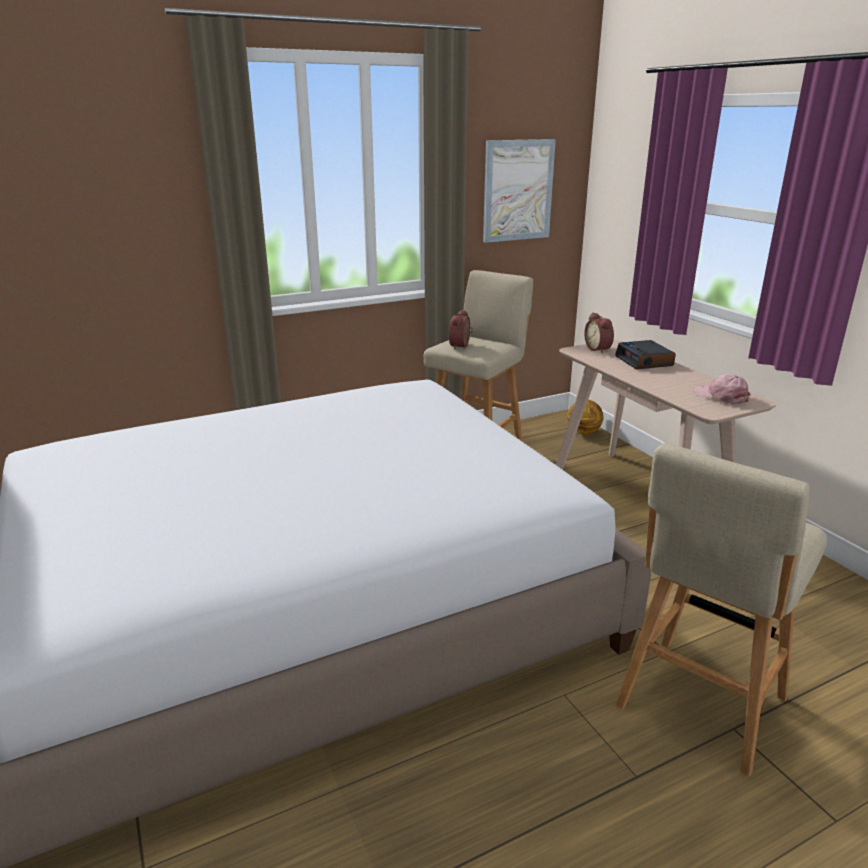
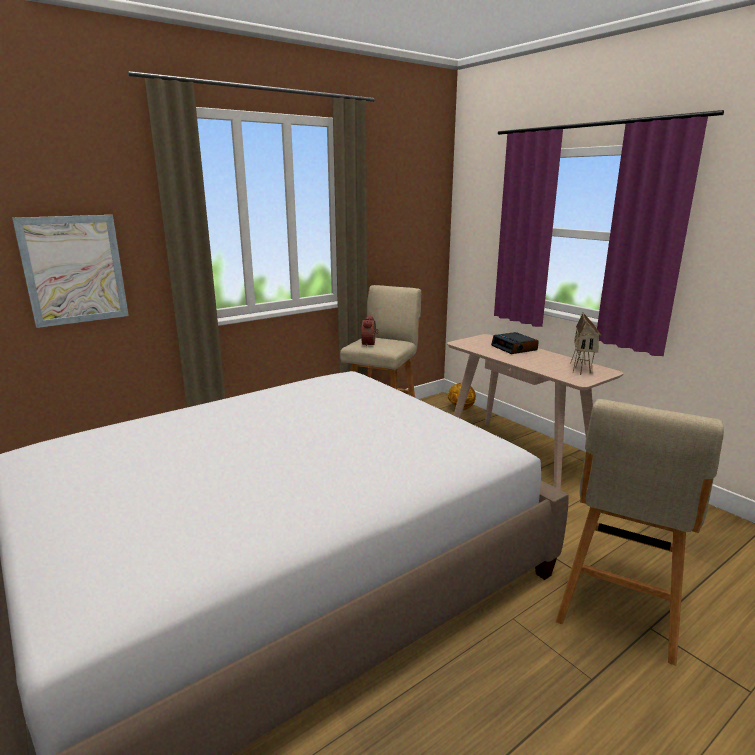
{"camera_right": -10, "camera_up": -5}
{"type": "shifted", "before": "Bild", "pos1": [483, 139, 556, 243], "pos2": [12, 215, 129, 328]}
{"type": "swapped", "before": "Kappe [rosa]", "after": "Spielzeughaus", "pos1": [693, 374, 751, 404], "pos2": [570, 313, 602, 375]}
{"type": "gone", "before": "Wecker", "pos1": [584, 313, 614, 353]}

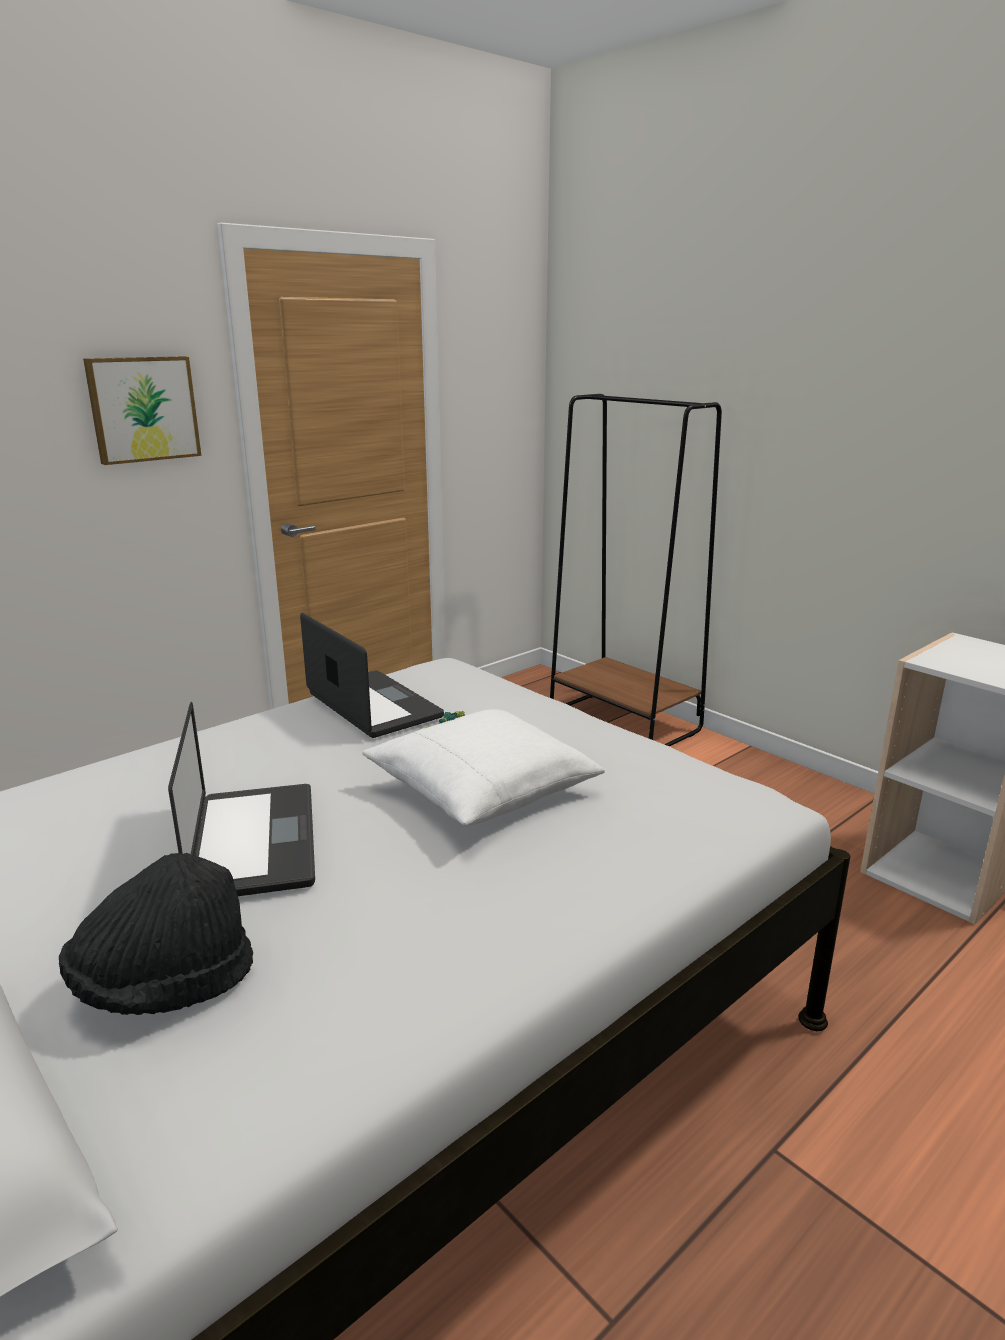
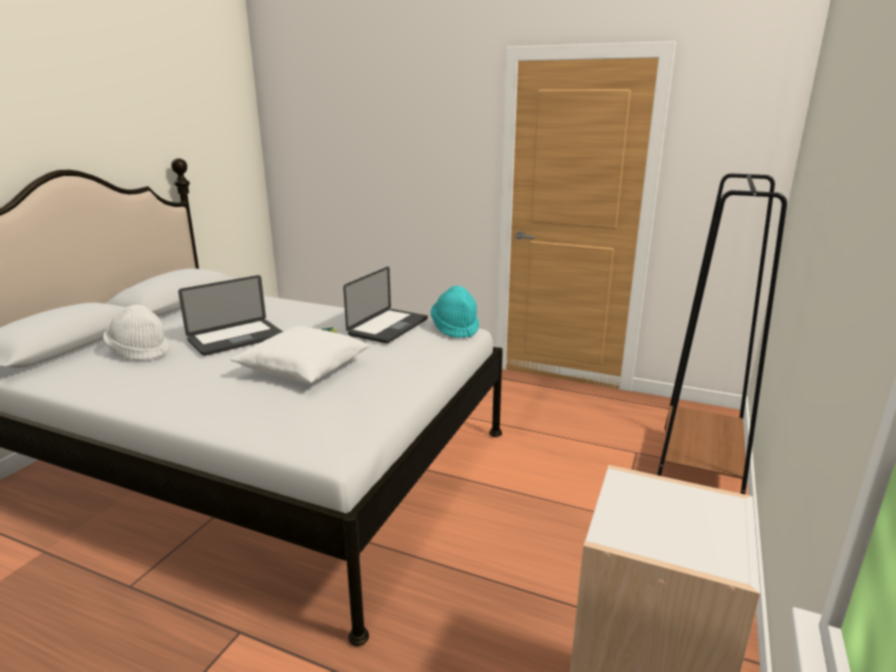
{"camera_right": 65, "camera_up": 0}
{"type": "repainted", "before": "Hut [schwarz]", "after": "Hut [weiß]", "pos1": [59, 853, 253, 1015], "pos2": [103, 305, 170, 361]}
{"type": "new", "after": "Hut [türkis]", "pos2": [430, 286, 479, 338]}
{"type": "gone", "before": "Bild", "pos1": [83, 356, 201, 465]}

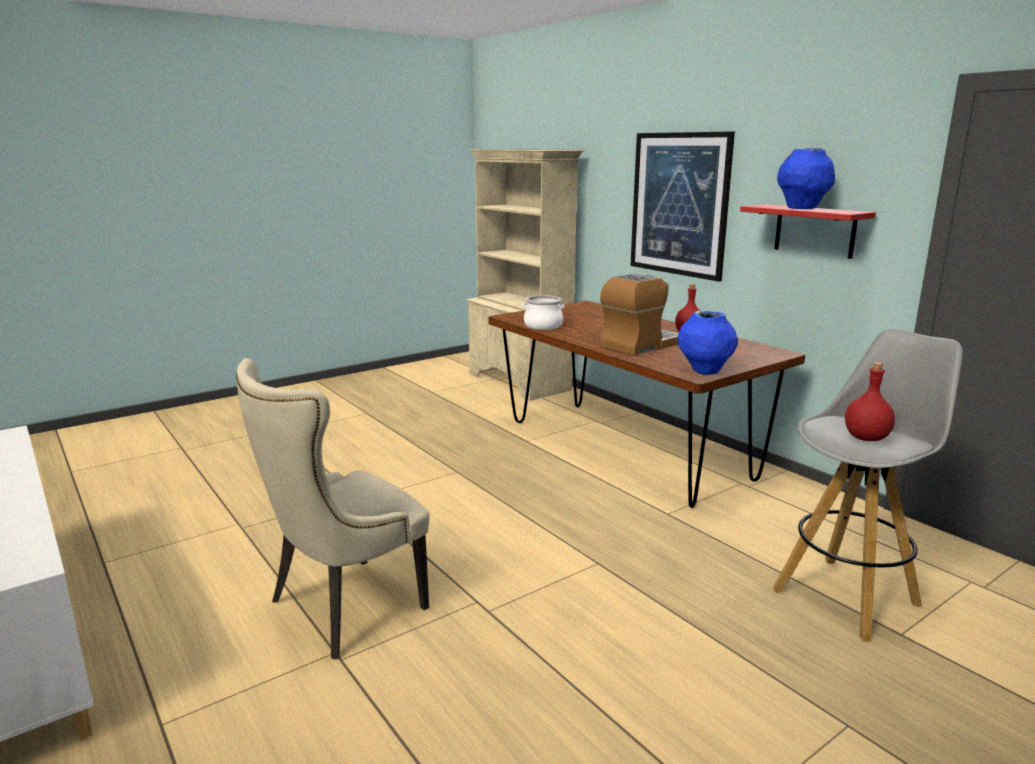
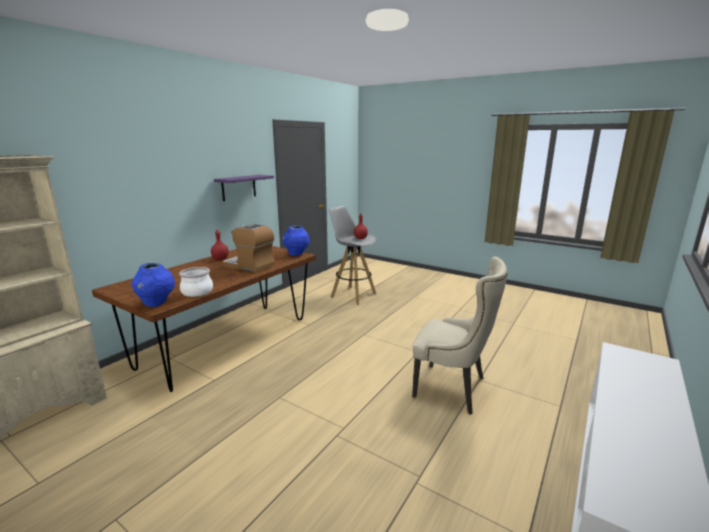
{"camera_right": -110, "camera_up": 0}
{"type": "shifted", "before": "Vase [blau]", "pos1": [777, 148, 835, 209], "pos2": [132, 263, 175, 307]}
{"type": "repainted", "before": "Wandregal [rot]", "after": "Wandregal [lila]", "pos1": [740, 204, 876, 259], "pos2": [214, 175, 274, 201]}
{"type": "gone", "before": "Bild", "pos1": [630, 131, 735, 282]}

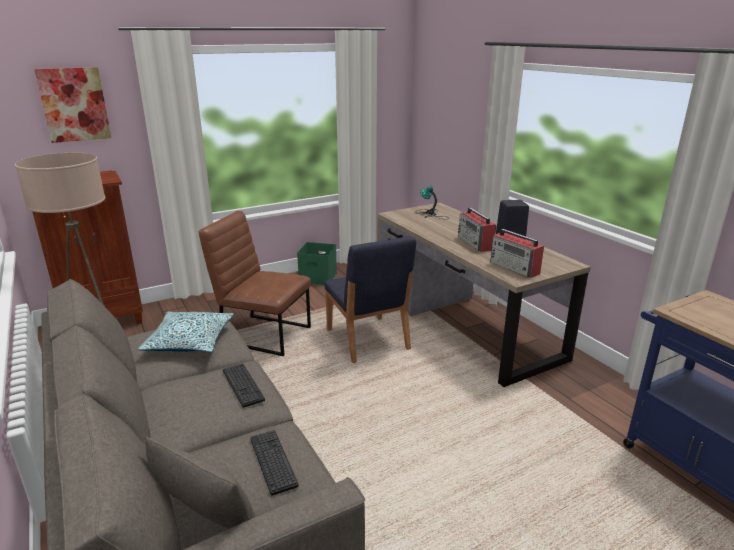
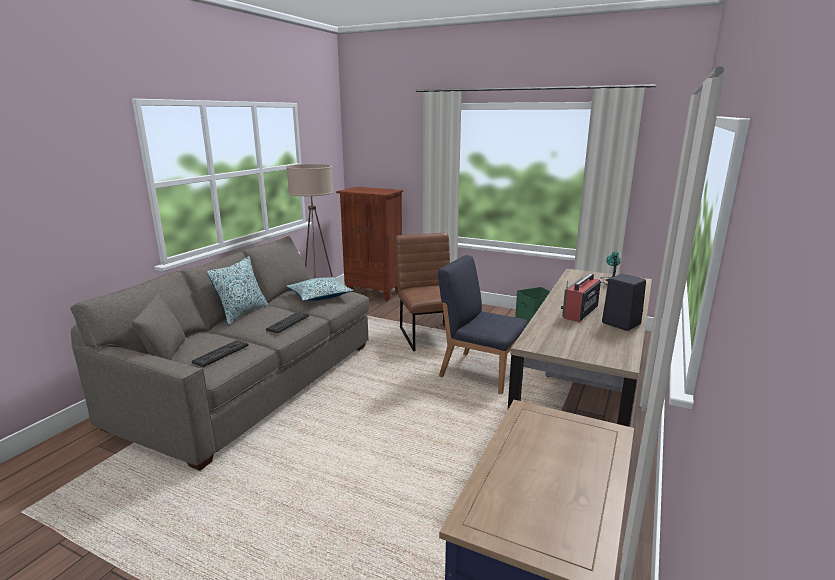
{"camera_right": 55, "camera_up": -5}
{"type": "new", "after": "Kissen", "pos2": [207, 256, 268, 325]}
{"type": "rotated", "before": "Stuhl [blau]", "pos1": [325, 236, 416, 363], "pos2": [438, 255, 528, 394], "turn": 90}
{"type": "gone", "before": "Bild", "pos1": [34, 67, 111, 143]}
{"type": "gone", "before": "Radio", "pos1": [490, 229, 544, 278]}

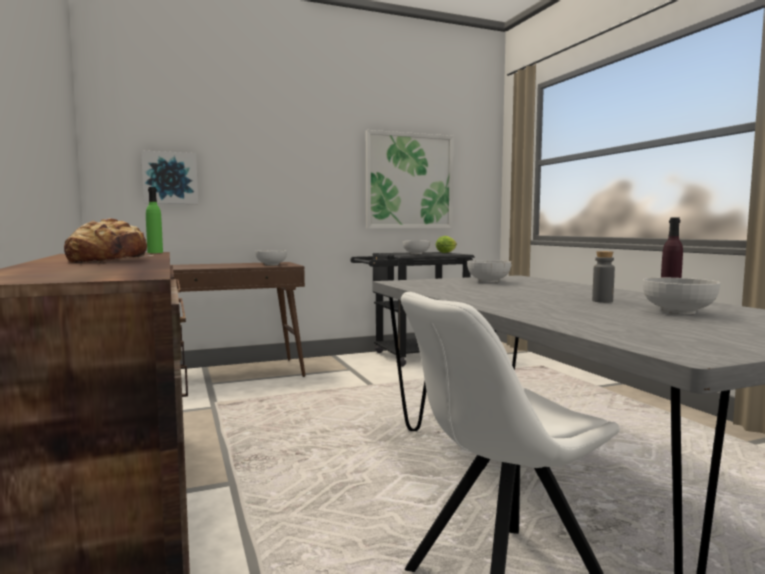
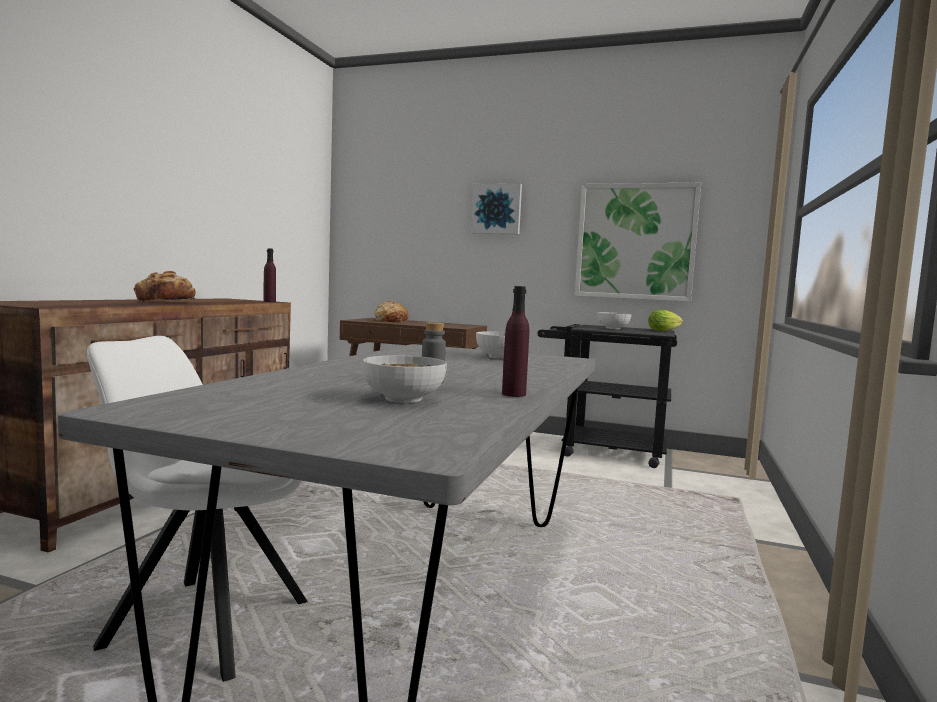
{"camera_right": 40, "camera_up": 0}
{"type": "repainted", "before": "Flasche [grün]", "after": "Flasche [lila]", "pos1": [146, 187, 163, 253], "pos2": [264, 248, 276, 302]}
{"type": "new", "after": "Brot", "pos2": [375, 300, 409, 322]}
{"type": "shifted", "before": "Bild", "pos1": [141, 150, 198, 204], "pos2": [471, 183, 522, 234]}
{"type": "gone", "before": "Schüssel", "pos1": [255, 250, 287, 266]}

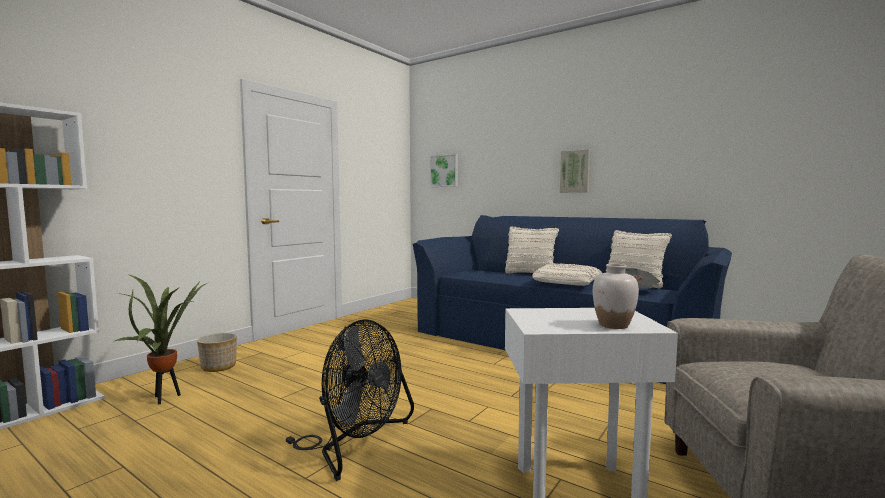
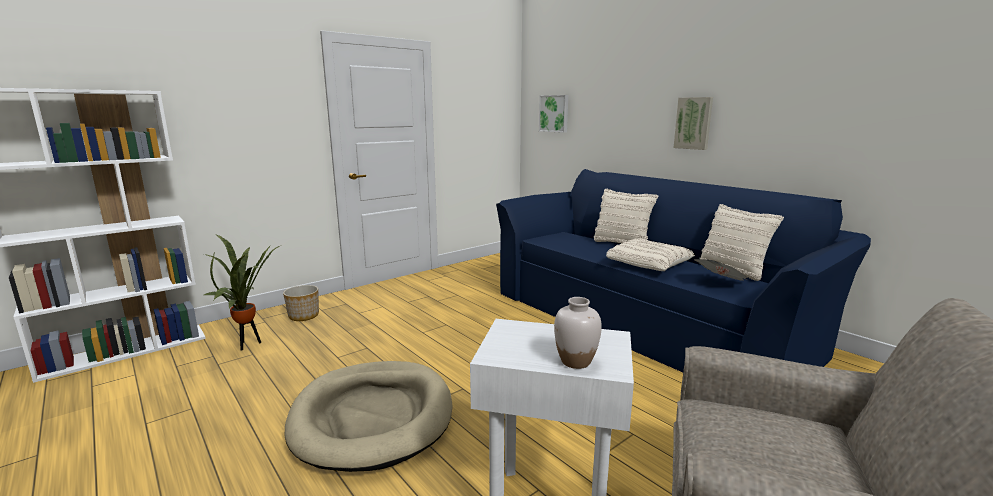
{"camera_right": 15, "camera_up": 10}
{"type": "swapped", "before": "Ventilator [schwarz]", "after": "Hundebett [beige]", "pos1": [286, 320, 414, 481], "pos2": [285, 361, 453, 472]}

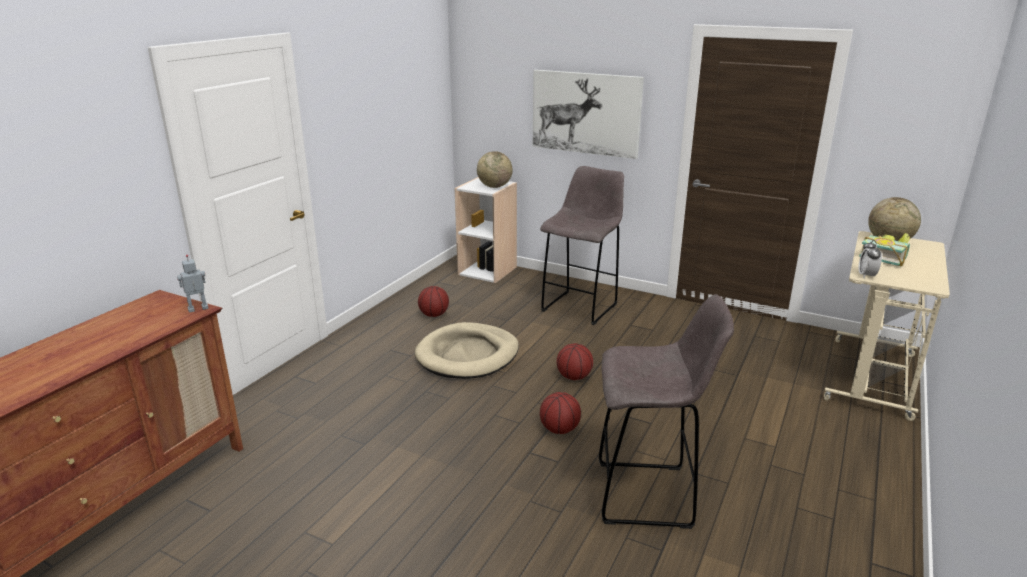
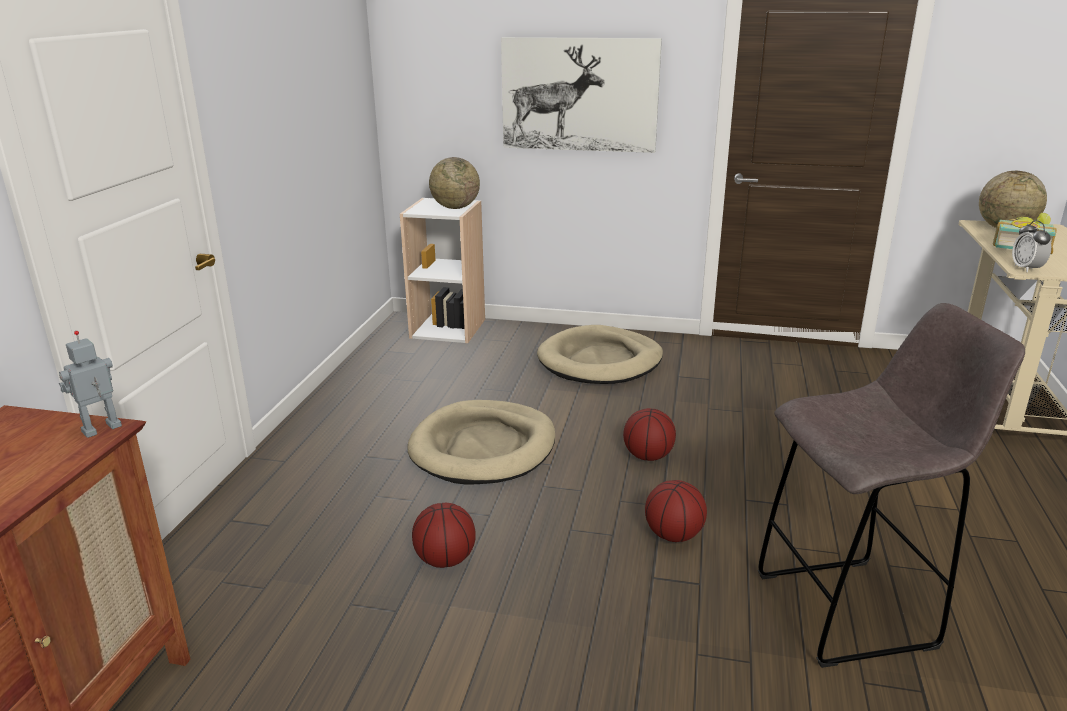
{"camera_right": -15, "camera_up": 0}
{"type": "shifted", "before": "Basketball", "pos1": [418, 286, 449, 317], "pos2": [412, 503, 476, 568]}
{"type": "swapped", "before": "Hocker [grau]", "after": "Hundebett [beige]", "pos1": [540, 166, 624, 325], "pos2": [537, 325, 663, 384]}

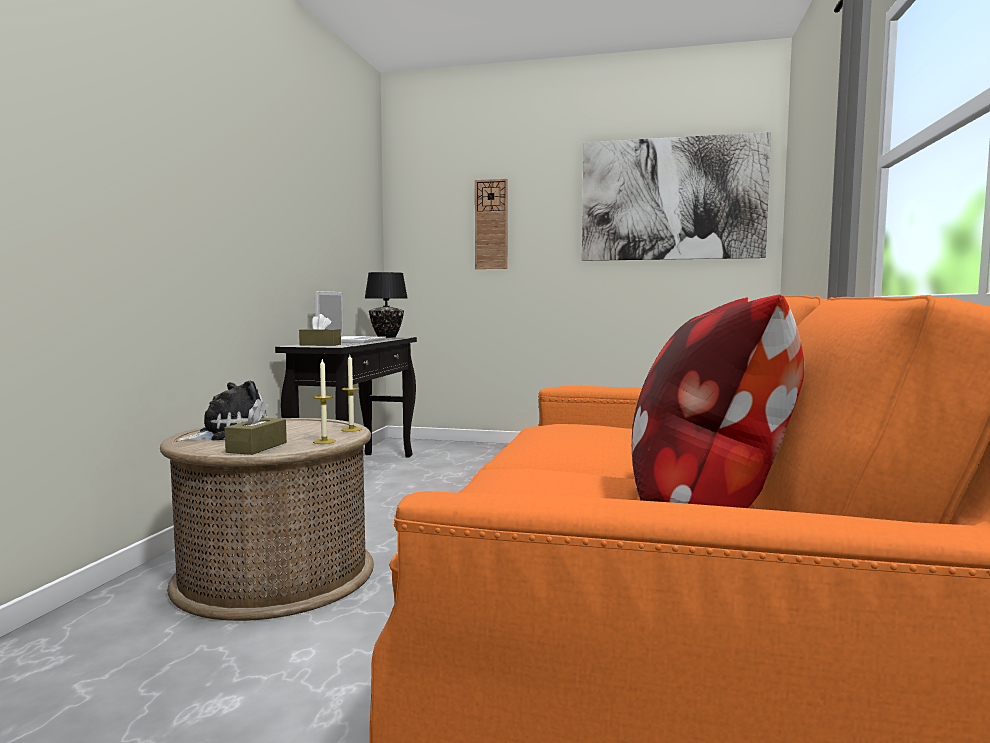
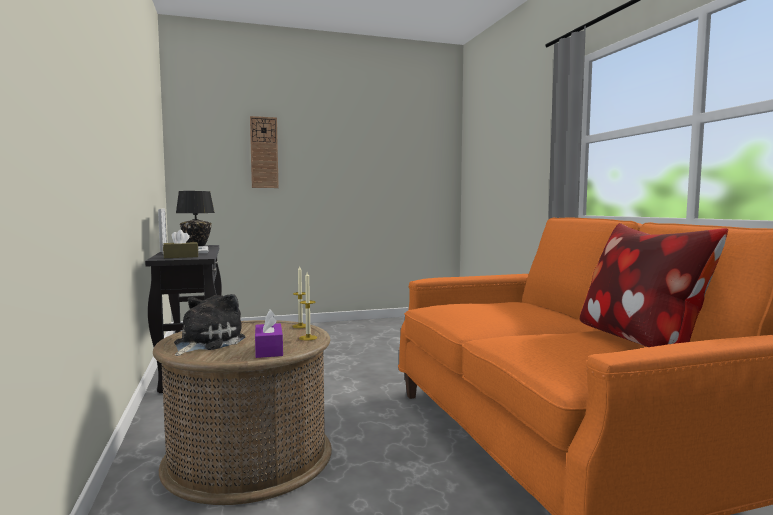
{"camera_right": -30, "camera_up": 0}
{"type": "repainted", "before": "Taschentuchbox [braun]", "after": "Taschentuchbox [lila]", "pos1": [225, 399, 287, 455], "pos2": [255, 309, 283, 358]}
{"type": "gone", "before": "Bild", "pos1": [582, 132, 771, 261]}

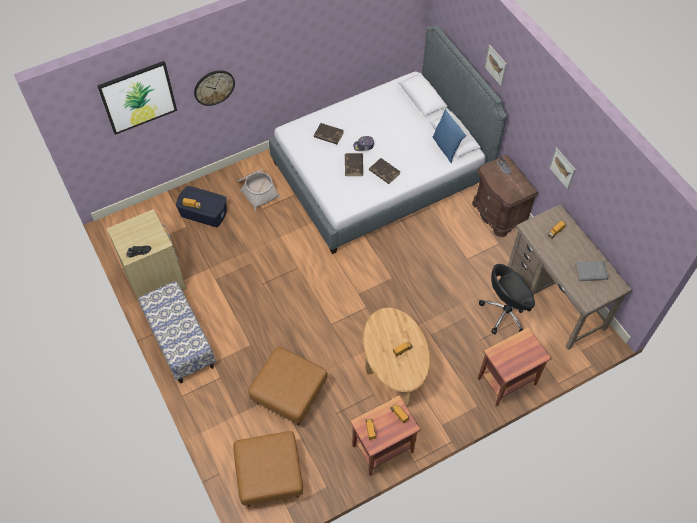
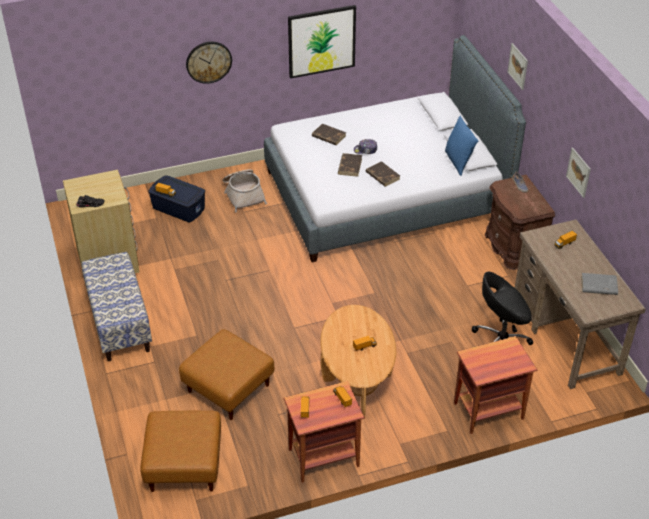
{"camera_right": 10, "camera_up": -15}
{"type": "shifted", "before": "Bild", "pos1": [97, 61, 177, 135], "pos2": [288, 5, 356, 79]}

